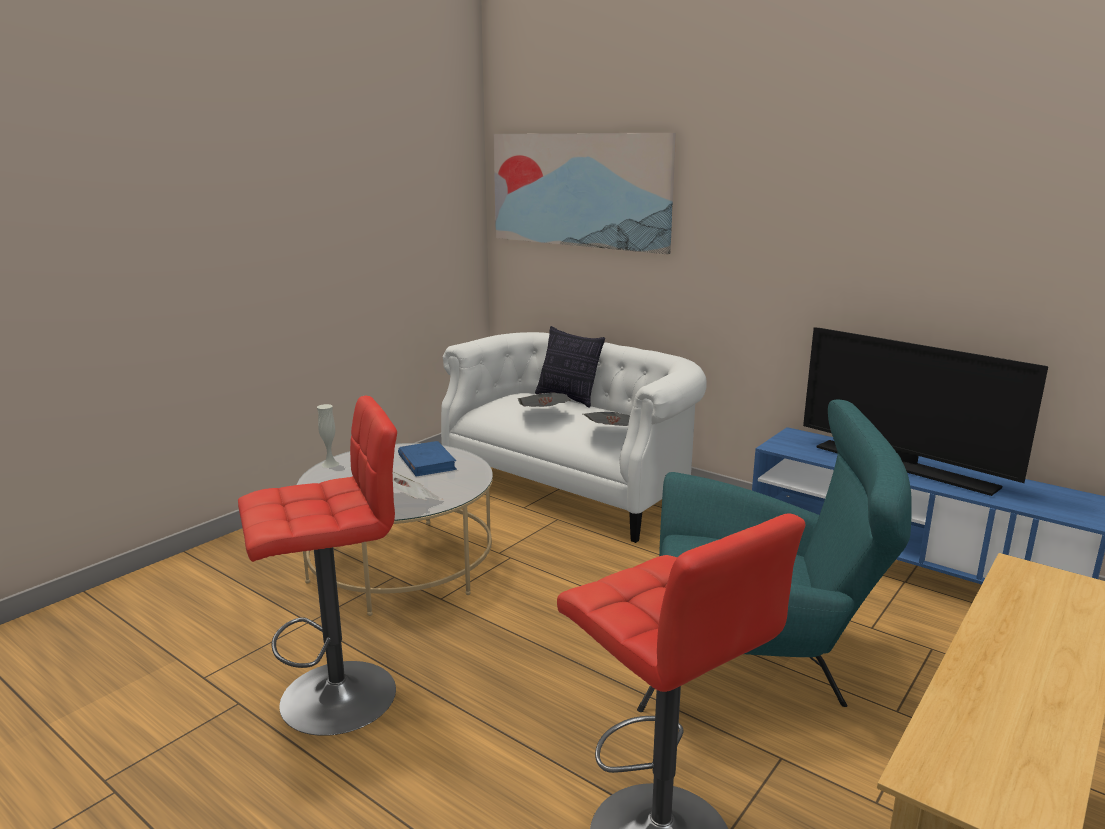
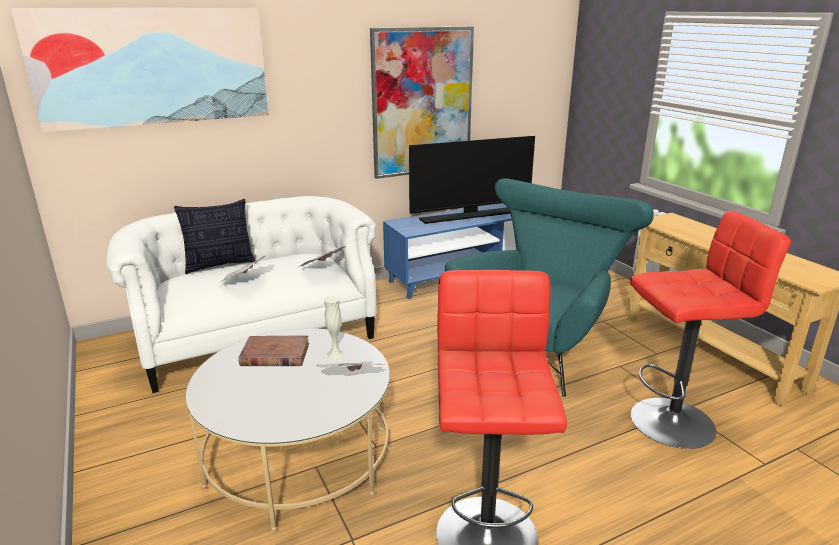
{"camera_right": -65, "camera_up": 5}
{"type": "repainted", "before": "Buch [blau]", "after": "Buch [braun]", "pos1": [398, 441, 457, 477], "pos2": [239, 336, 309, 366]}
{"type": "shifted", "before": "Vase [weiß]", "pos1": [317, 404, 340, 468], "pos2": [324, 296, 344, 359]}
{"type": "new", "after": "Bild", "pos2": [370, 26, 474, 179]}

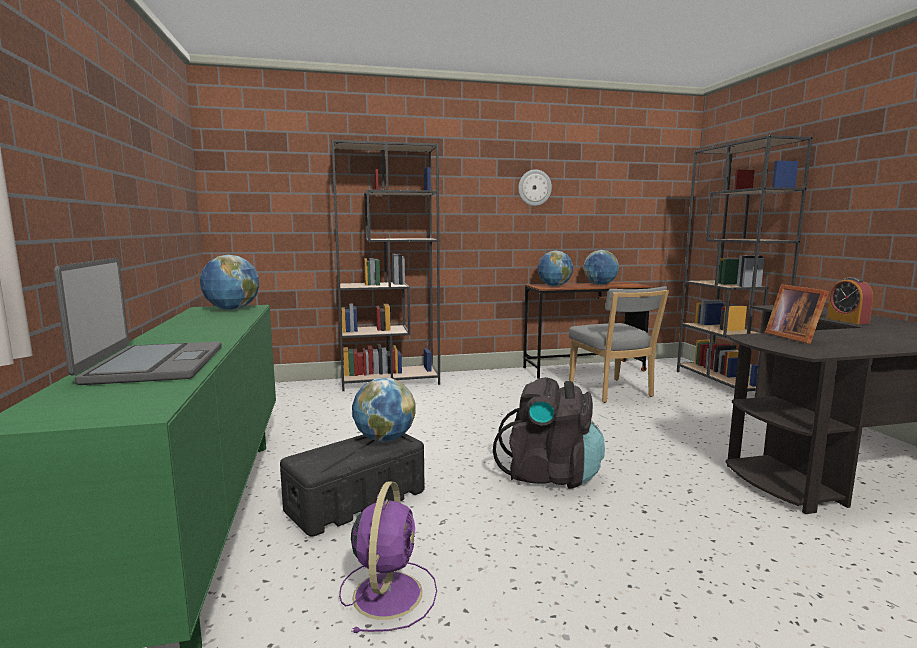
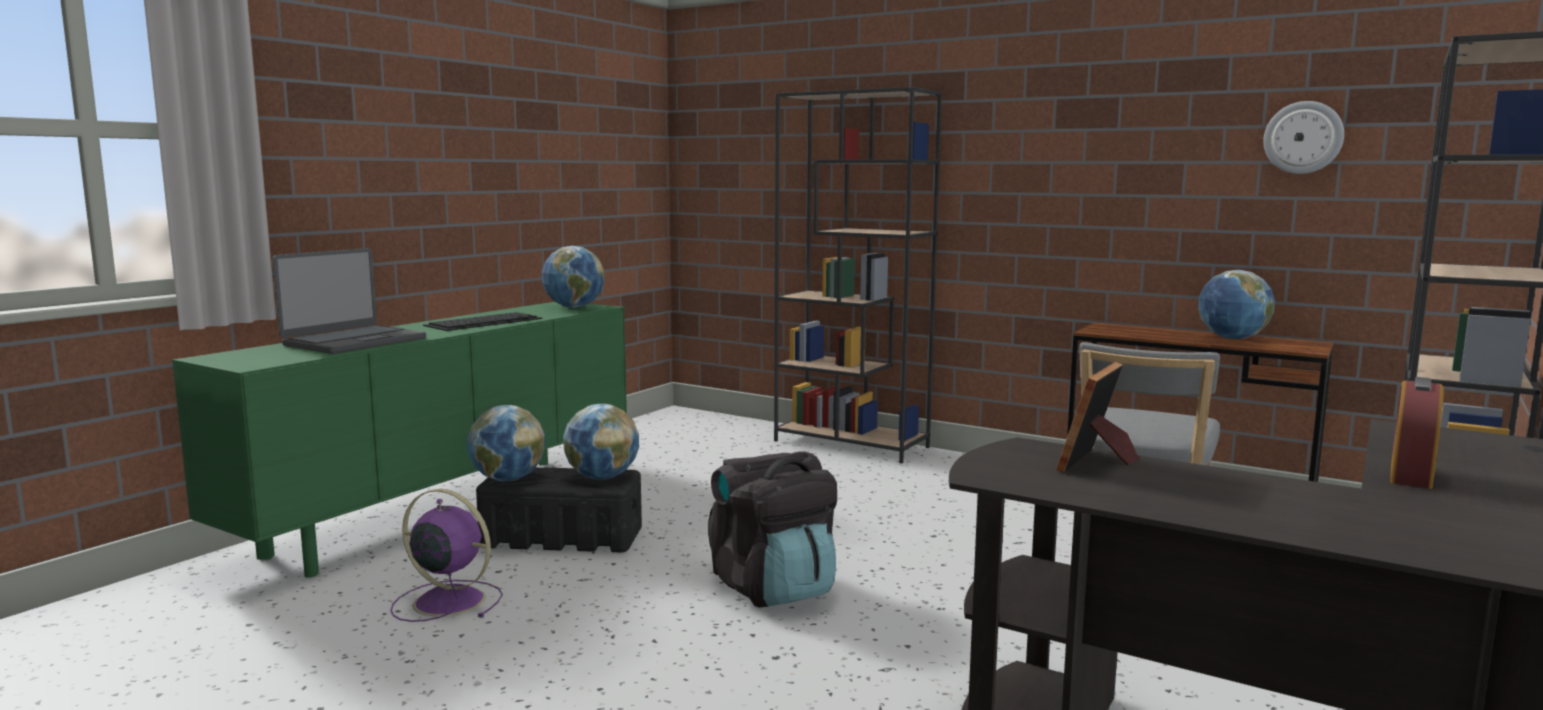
{"camera_right": 45, "camera_up": 0}
{"type": "rotated", "before": "Ventilator [lila]", "pos1": [339, 481, 437, 633], "pos2": [391, 489, 503, 622], "turn": -120}
{"type": "new", "after": "Tastatur", "pos2": [423, 312, 543, 331]}
{"type": "shifted", "before": "Globus", "pos1": [538, 250, 573, 286], "pos2": [467, 405, 545, 481]}
{"type": "shifted", "before": "Wanduhr", "pos1": [518, 169, 552, 206], "pos2": [1263, 101, 1344, 174]}

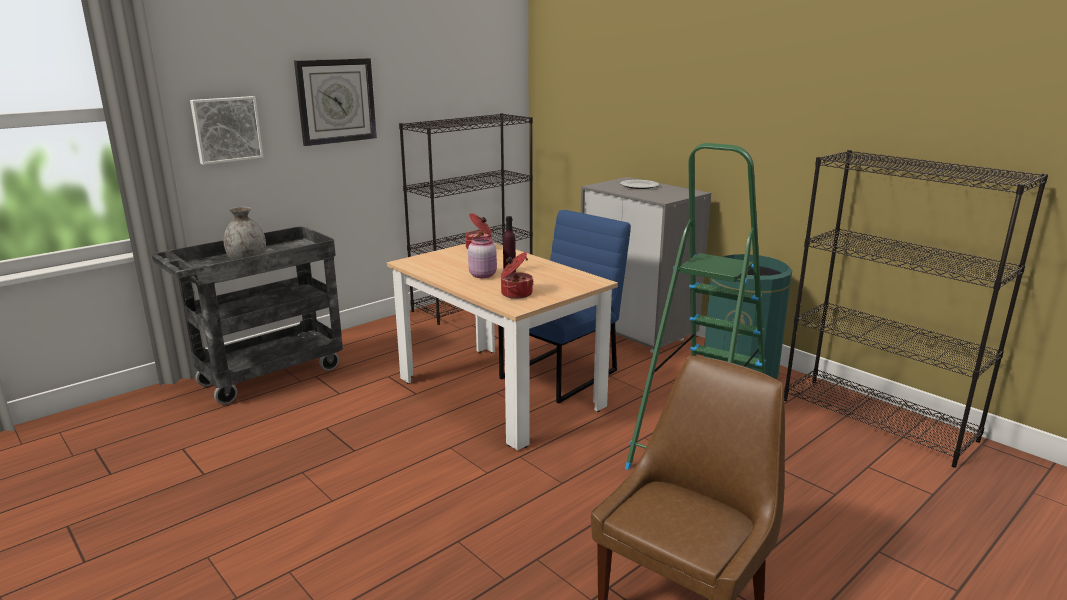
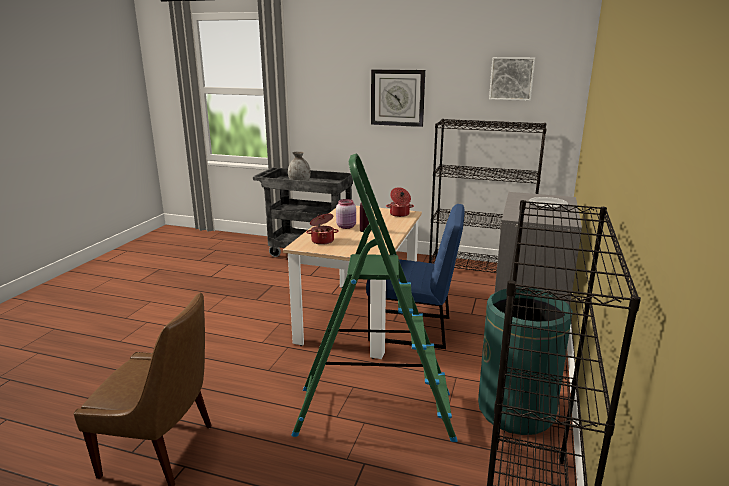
{"camera_right": 60, "camera_up": 0}
{"type": "shifted", "before": "Bild", "pos1": [190, 96, 263, 165], "pos2": [489, 57, 535, 101]}

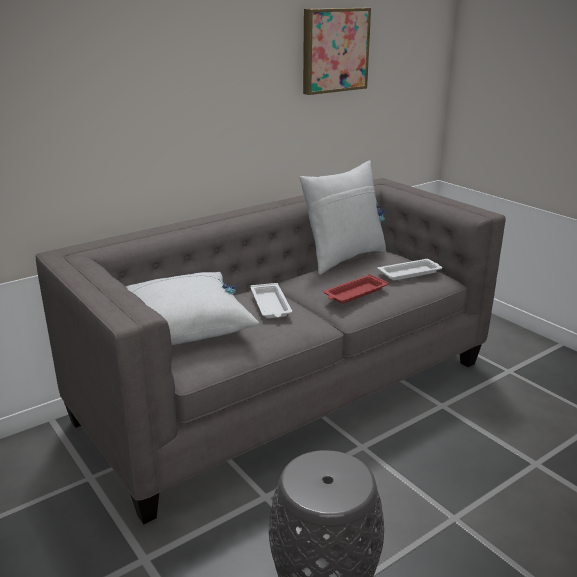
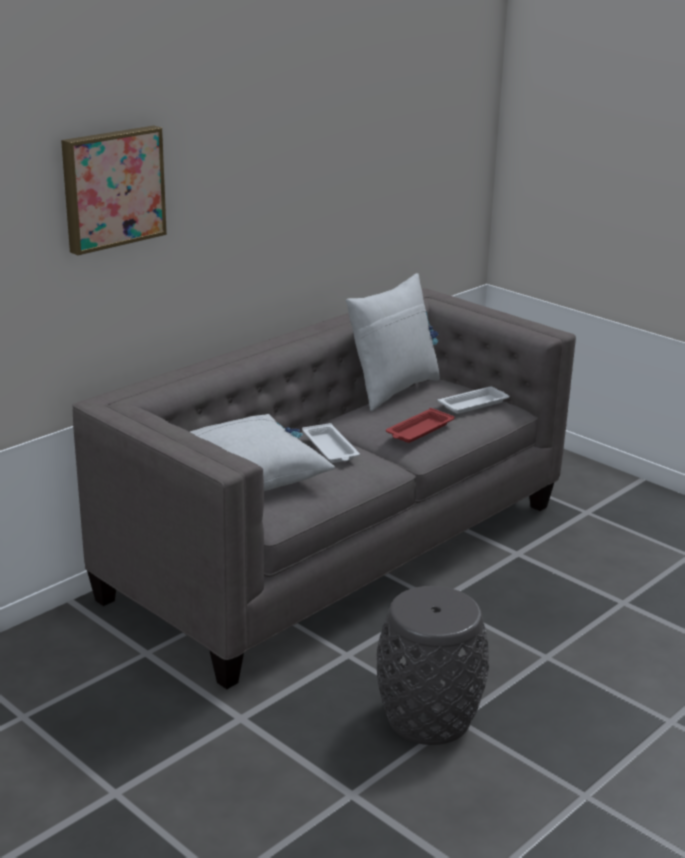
{"camera_right": -10, "camera_up": 0}
{"type": "shifted", "before": "Bild", "pos1": [303, 8, 371, 95], "pos2": [61, 126, 167, 255]}

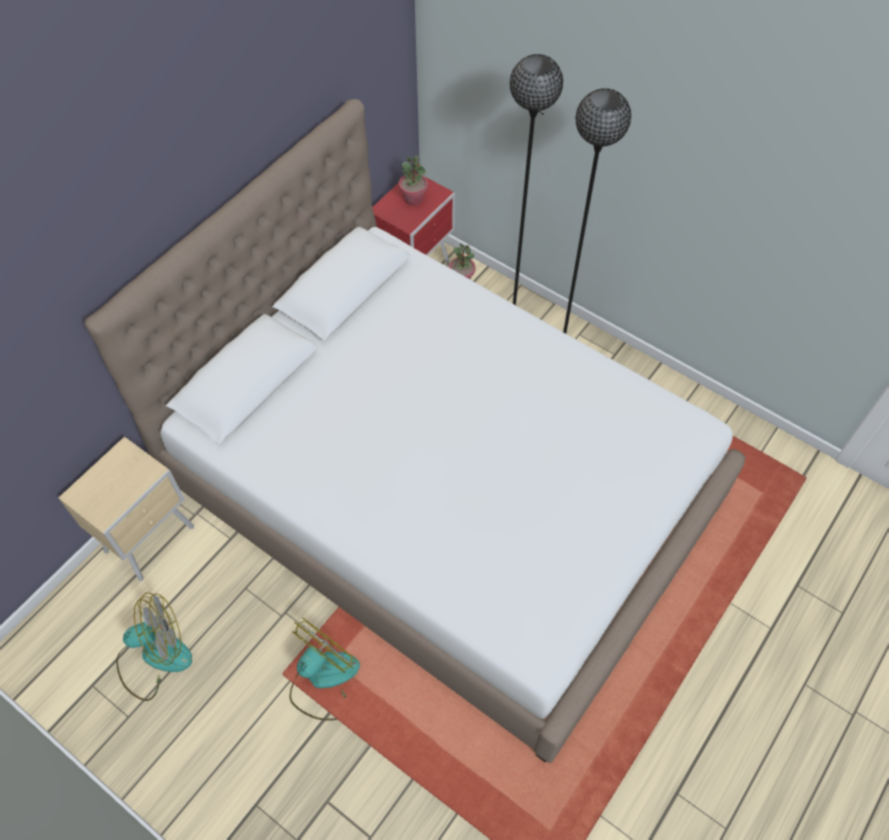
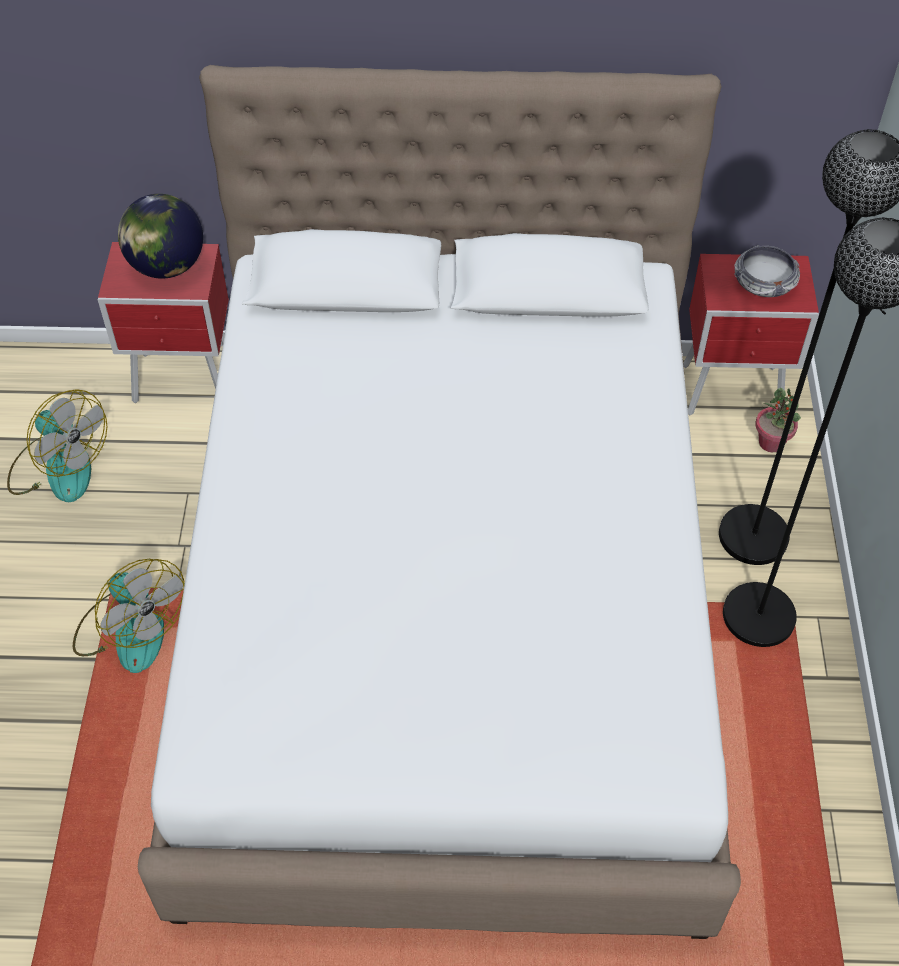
{"camera_right": 55, "camera_up": -5}
{"type": "rotated", "before": "Ventilator", "pos1": [290, 618, 360, 721], "pos2": [73, 559, 185, 673], "turn": 45}
{"type": "repainted", "before": "Nachttisch [beige]", "after": "Nachttisch [rot]", "pos1": [59, 437, 194, 581], "pos2": [98, 242, 229, 403]}
{"type": "new", "after": "Globus", "pos2": [118, 194, 203, 279]}
{"type": "swapped", "before": "Topfpflanze", "after": "Schüssel", "pos1": [399, 156, 428, 206], "pos2": [734, 245, 800, 297]}

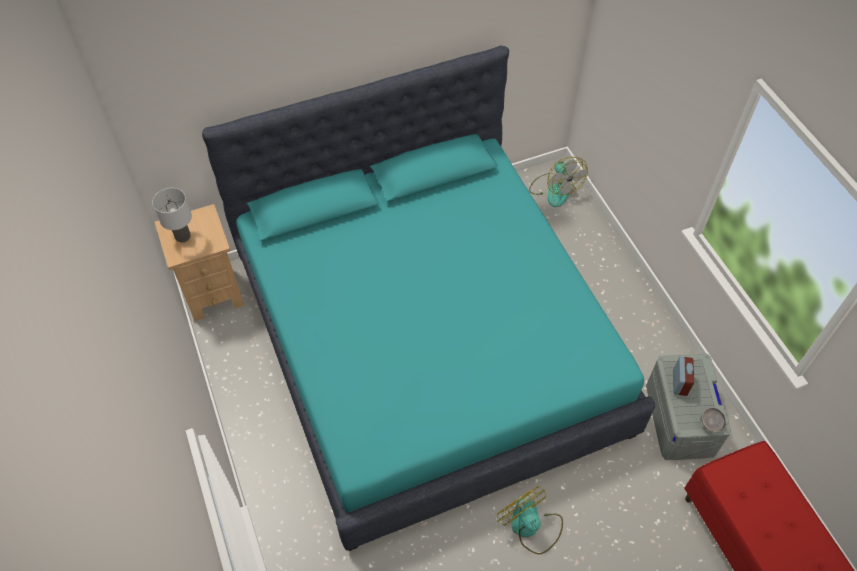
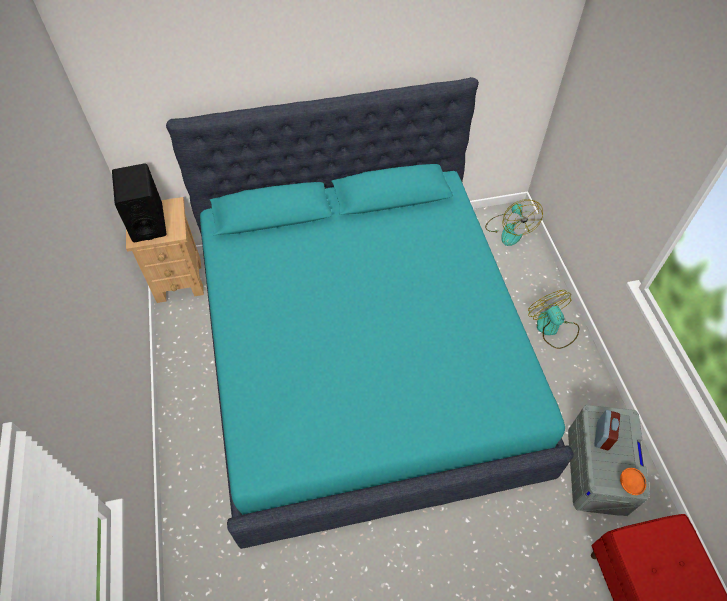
{"camera_right": 10, "camera_up": 0}
{"type": "swapped", "before": "Tischlampe [weiß]", "after": "Lautsprecher [schwarz]", "pos1": [152, 188, 192, 242], "pos2": [112, 163, 167, 242]}
{"type": "shifted", "before": "Ventilator", "pos1": [497, 486, 563, 554], "pos2": [528, 290, 579, 349]}
{"type": "repainted", "before": "Schüssel [grau]", "after": "Schüssel [orange]", "pos1": [702, 407, 726, 433], "pos2": [620, 468, 646, 495]}

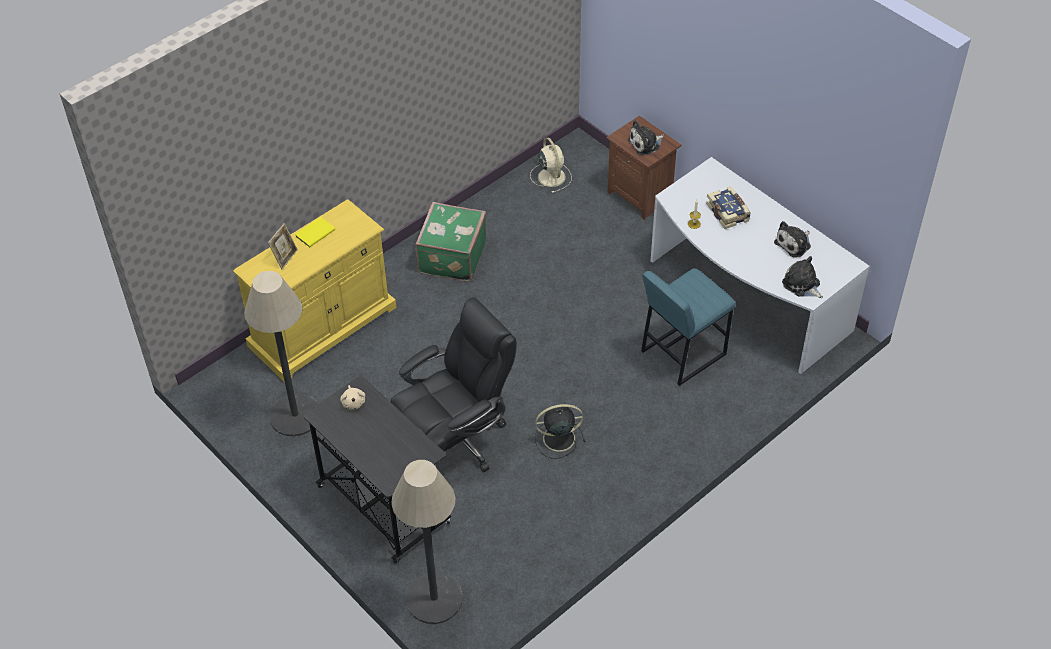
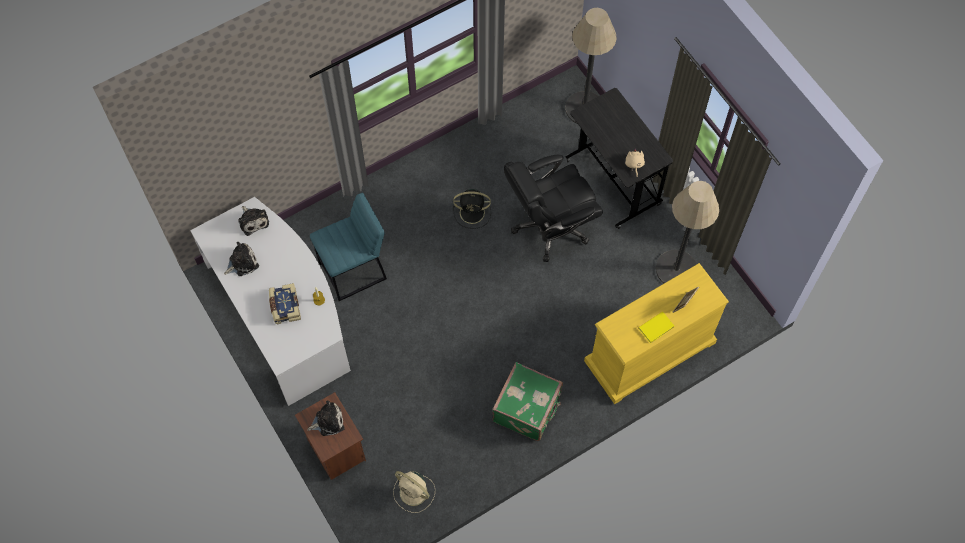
{"camera_right": -170, "camera_up": 15}
{"type": "rotated", "before": "Ventilator [beige]", "pos1": [530, 137, 572, 193], "pos2": [393, 471, 435, 513], "turn": -45}

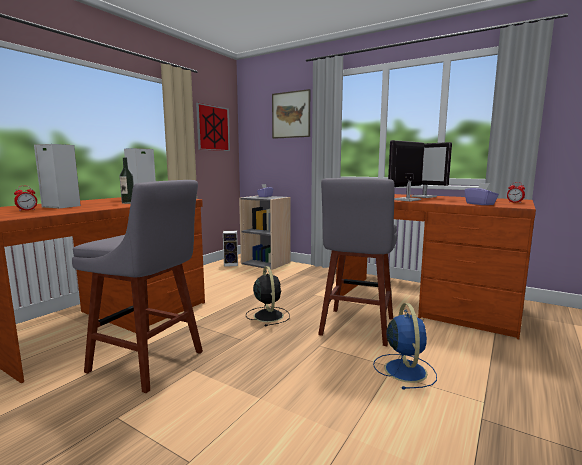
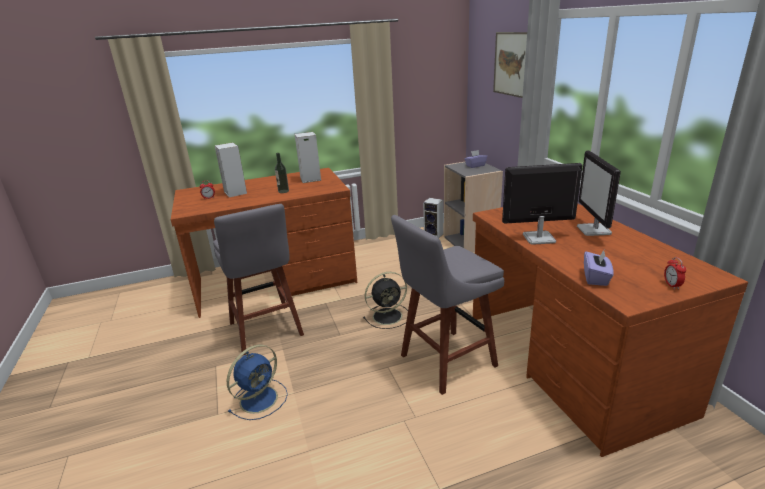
{"camera_right": 40, "camera_up": 15}
{"type": "shifted", "before": "Ventilator [blau]", "pos1": [373, 303, 437, 390], "pos2": [227, 345, 288, 420]}
{"type": "rotated", "before": "Ventilator [schwarz]", "pos1": [246, 266, 290, 327], "pos2": [363, 272, 408, 329], "turn": 45}
{"type": "gone", "before": "Bild", "pos1": [196, 103, 230, 151]}

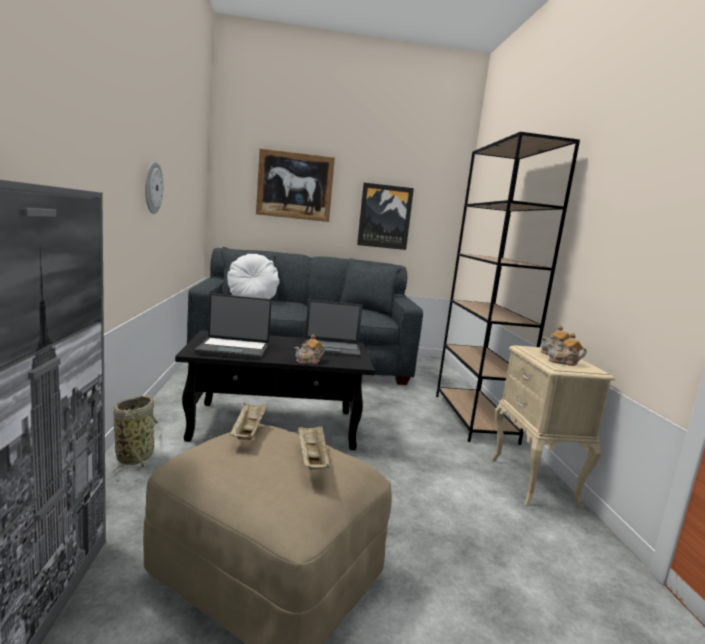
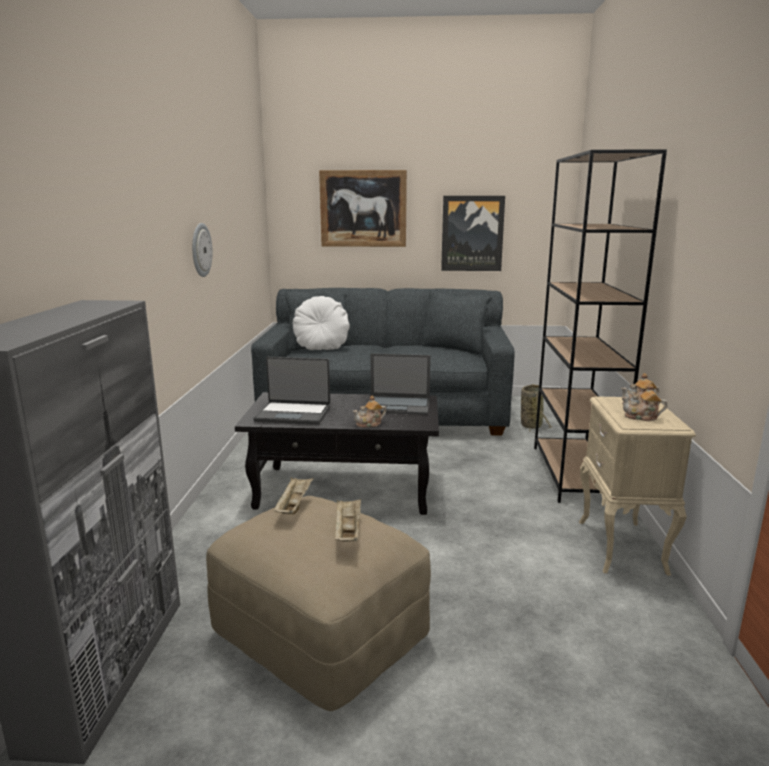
{"camera_right": 10, "camera_up": 5}
{"type": "shifted", "before": "Korb", "pos1": [112, 396, 158, 476], "pos2": [521, 384, 552, 433]}

